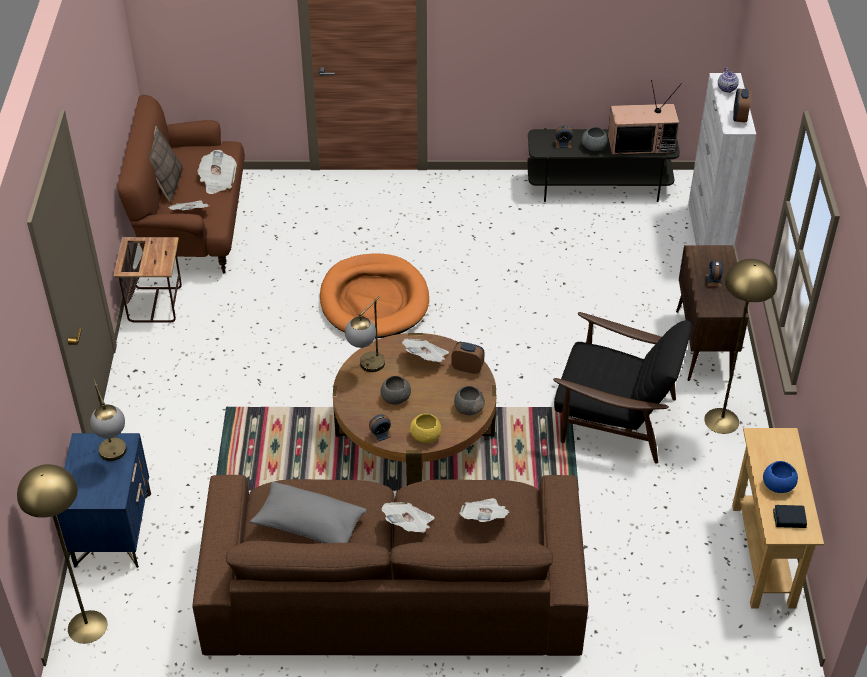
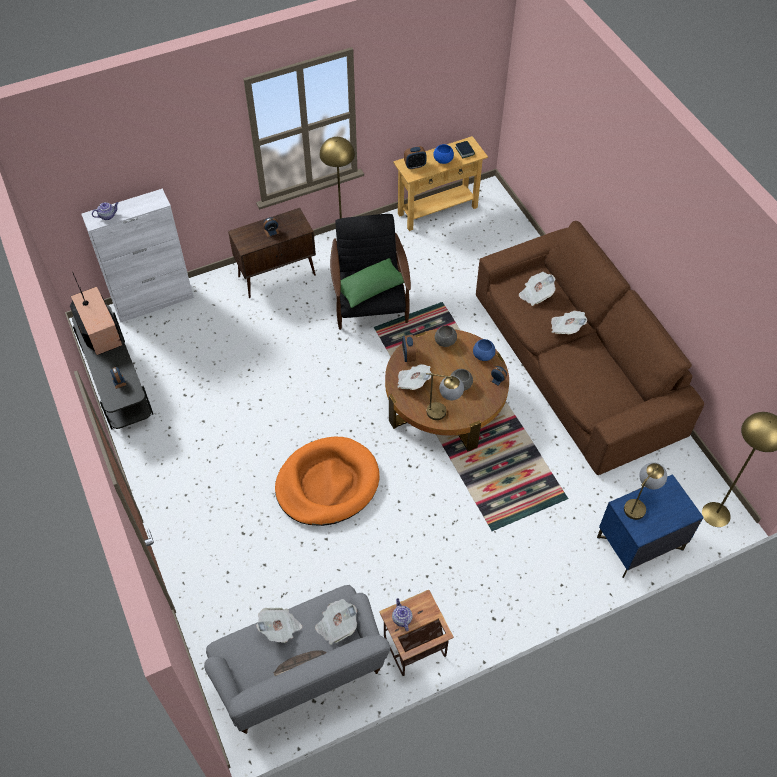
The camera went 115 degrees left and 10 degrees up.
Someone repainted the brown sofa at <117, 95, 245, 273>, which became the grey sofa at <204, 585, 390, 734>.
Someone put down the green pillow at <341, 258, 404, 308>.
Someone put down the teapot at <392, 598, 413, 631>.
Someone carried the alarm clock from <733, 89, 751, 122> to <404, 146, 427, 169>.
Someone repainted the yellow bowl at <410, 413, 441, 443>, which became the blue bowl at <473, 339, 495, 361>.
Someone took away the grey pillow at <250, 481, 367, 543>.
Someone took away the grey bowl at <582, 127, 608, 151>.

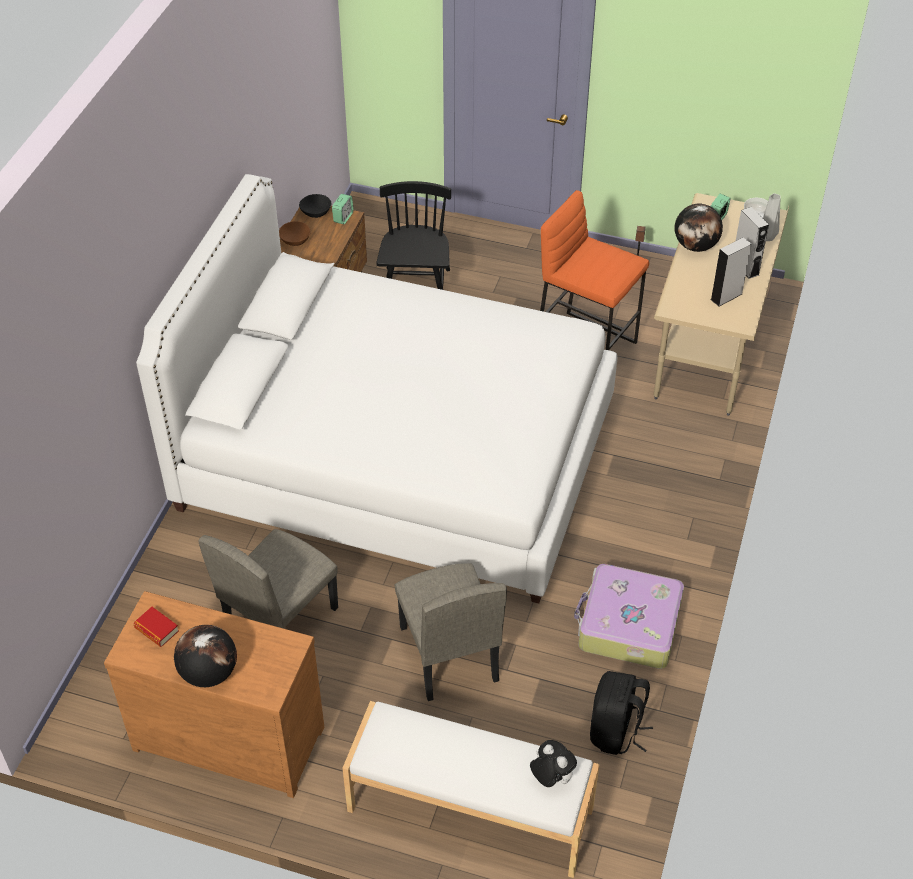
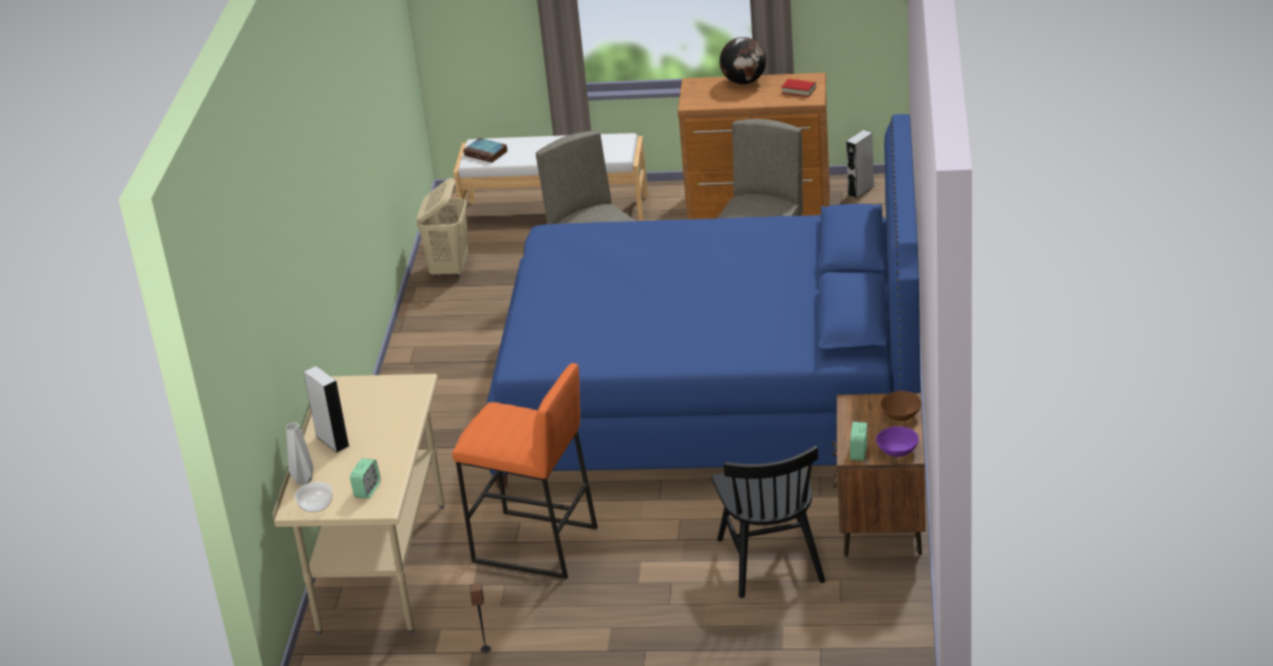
The camera went 170 degrees right and 15 degrees down.
Someone swapped the black backpack at <590, 671, 653, 755> for the beige laundry basket at <416, 178, 468, 278>.
Someone swapped the plush toy at <530, 740, 577, 787> for the book at <463, 138, 508, 163>.
Someone repainted the white bed at <136, 174, 618, 604>, which became the blue bed at <486, 114, 921, 488>.
Someone carried the grey speaker from <711, 237, 752, 307> to <846, 130, 874, 198>.
Someone repainted the black bowl at <299, 194, 331, 218>, which became the purple bowl at <876, 426, 919, 457>.
Someone took away the suitcase at <574, 564, 684, 669>.
Someone took away the globe at <674, 203, 723, 252>.

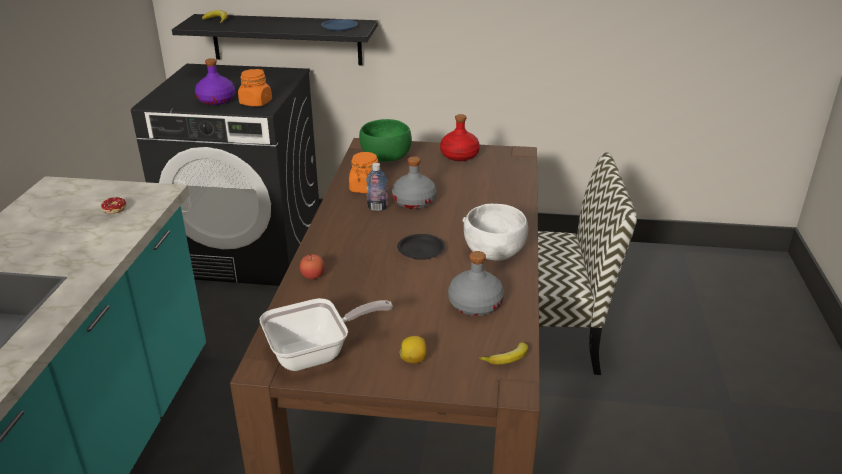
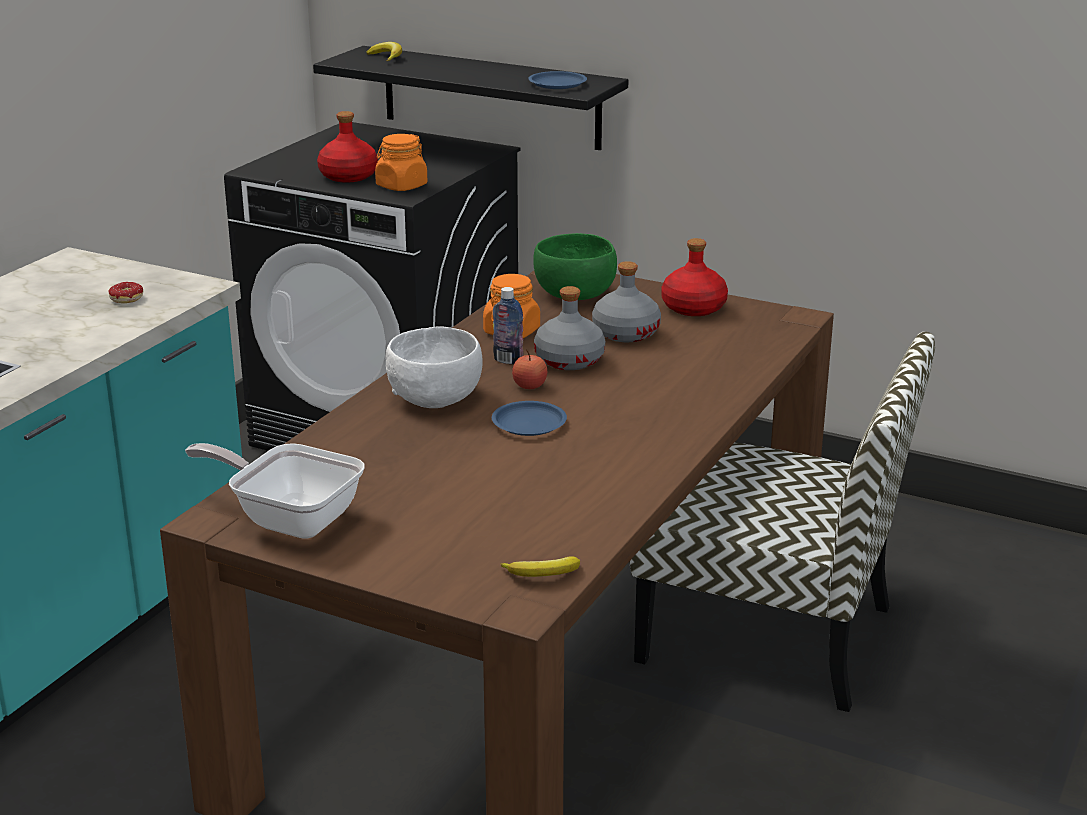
The camera went 20 degrees right and 5 degrees down.
Someone rotated the frying pan at <260, 298, 393, 371> by 150 degrees counterclockwise.
Someone repainted the purple bottle at <195, 58, 235, 105>, which became the red bottle at <317, 111, 378, 183>.
Someone carried the white bowl from <463, 204, 528, 261> to <385, 326, 482, 408>.
Someone repainted the black plate at <397, 234, 445, 260>, which became the blue plate at <492, 401, 567, 436>.
Someone carried the apple from <300, 252, 325, 279> to <512, 349, 547, 389>.
Someone carried the grey bottle from <448, 251, 504, 316> to <592, 261, 661, 342>.
Someone took away the lemon at <400, 336, 427, 363>.

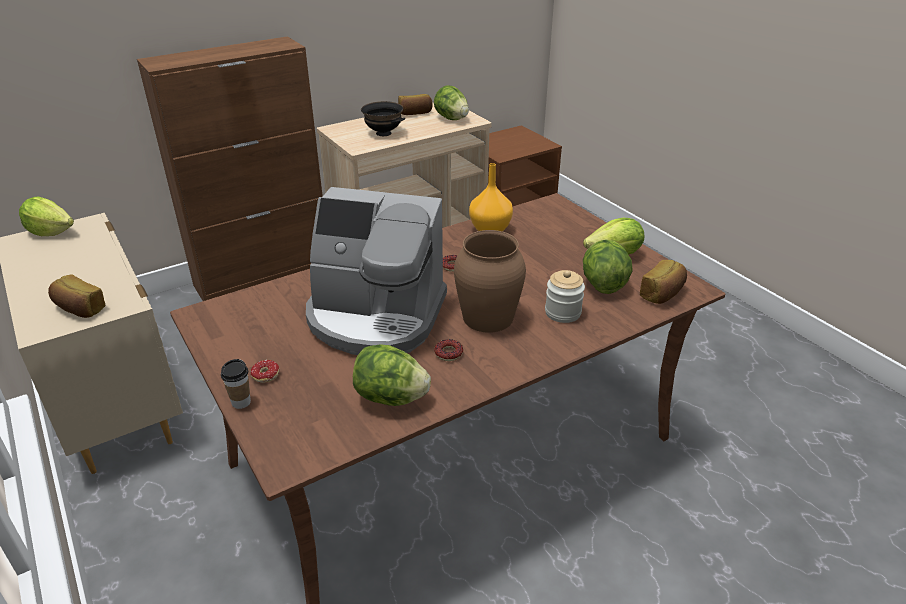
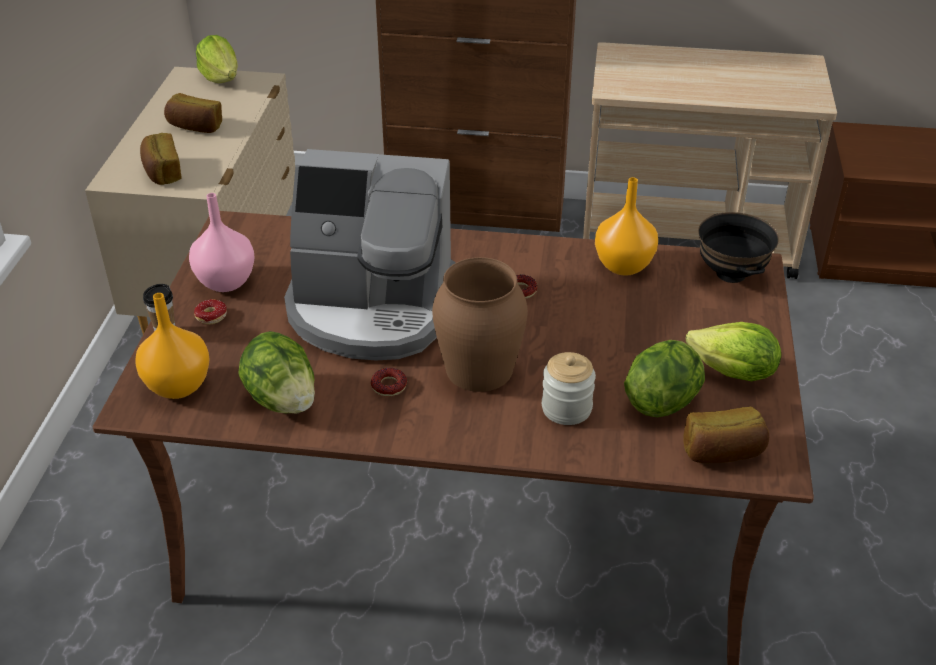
The camera went 40 degrees right and 5 degrees up.
Someone put down the orange vase at <135, 293, 210, 399>.
Someone carried the bread from <398, 94, 433, 115> to <164, 93, 222, 133>.
Someone put down the pink vase at <189, 193, 255, 292>.
Someone rotated the coffee machine at <306, 187, 447, 355> by 45 degrees counterclockwise.
Someone carried the black bowl from <361, 101, 405, 136> to <698, 212, 779, 283>.
Someone took away the lettuce at <434, 85, 469, 120>.

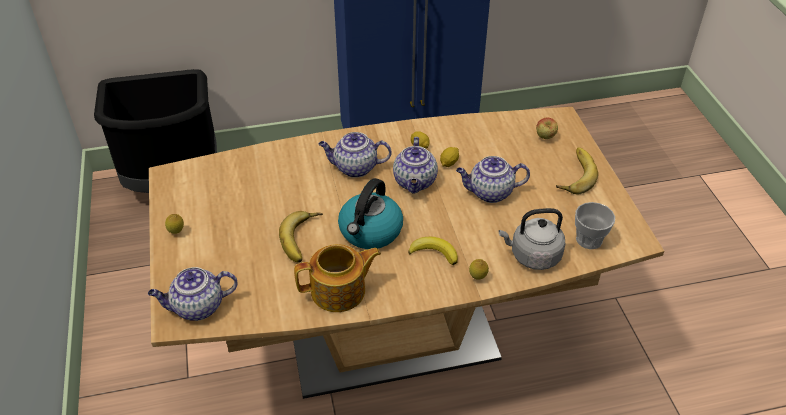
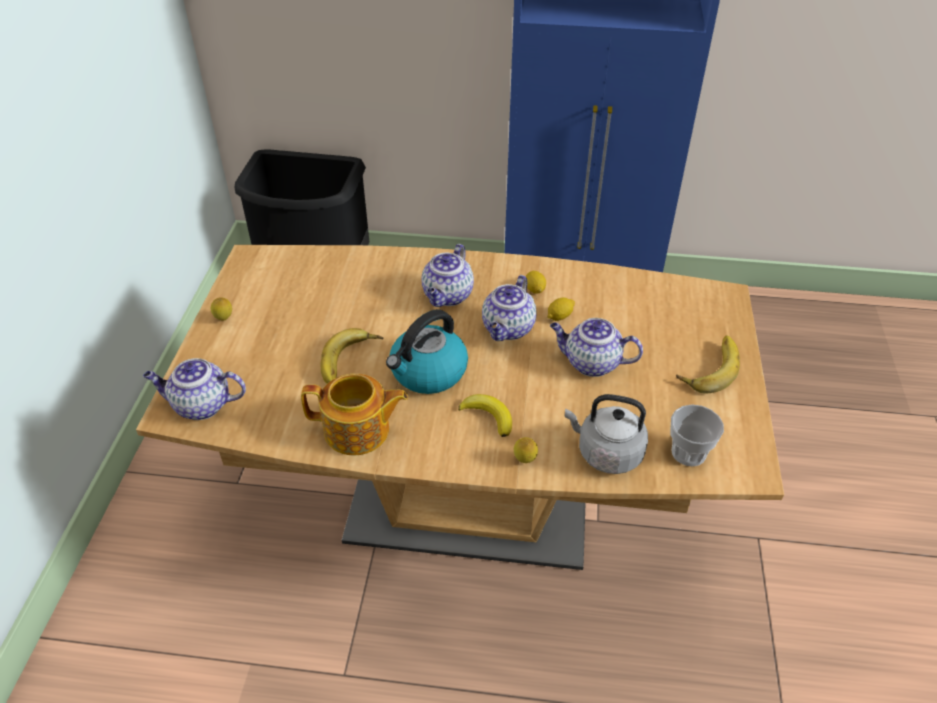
The camera went 20 degrees right and 0 degrees up.
Someone rotated the teapot at <319, 132, 392, 178> by 90 degrees counterclockwise.
Someone took away the apple at <536, 118, 558, 139>.

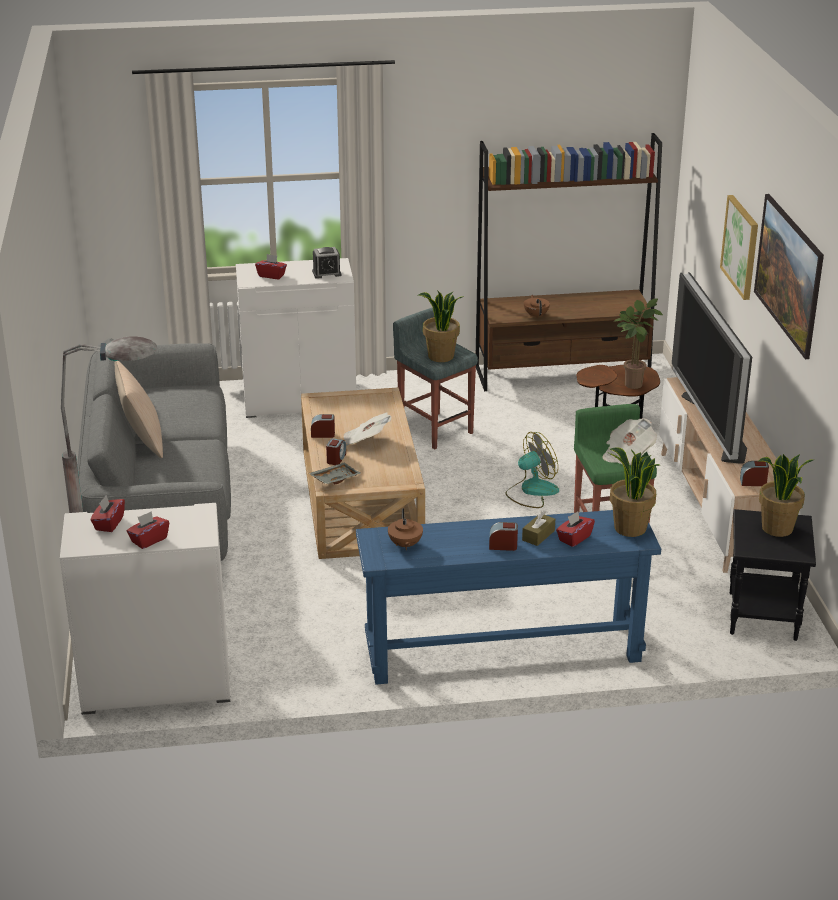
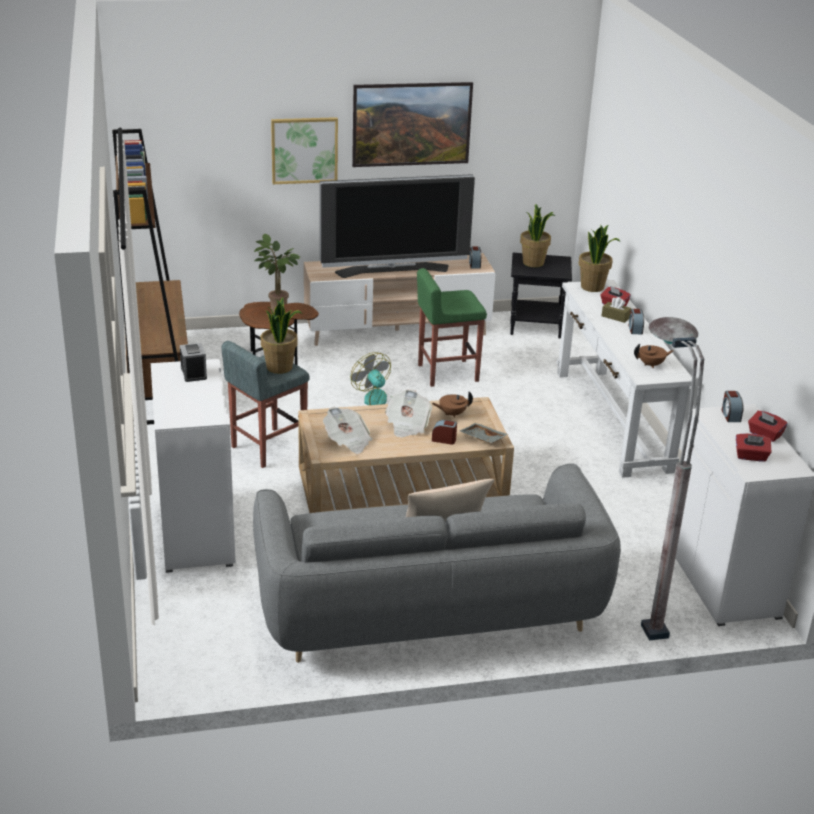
The camera went 95 degrees left and 0 degrees up.
Someone carried the newspaper from <602, 419, 657, 465> to <323, 407, 372, 454>.
Someone carried the brown teapot from <524, 295, 550, 319> to <432, 391, 473, 418>.
Someone repainted the blue console table at <356, 510, 661, 685>, which became the white console table at <557, 280, 692, 478>.
Someone carried the alarm clock from <311, 414, 335, 438> to <722, 391, 744, 422>.
Someone took away the red tissue box at <255, 254, 287, 279>.

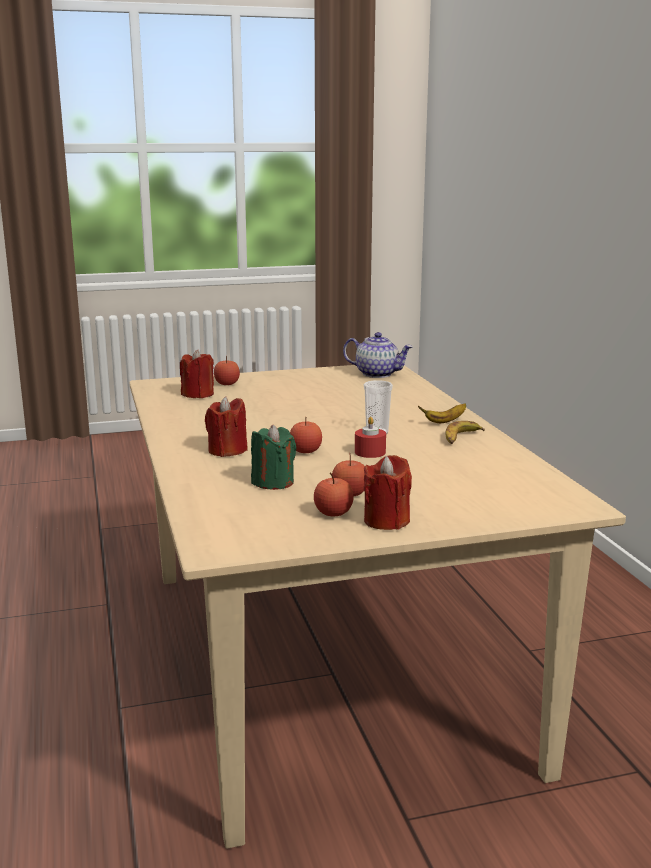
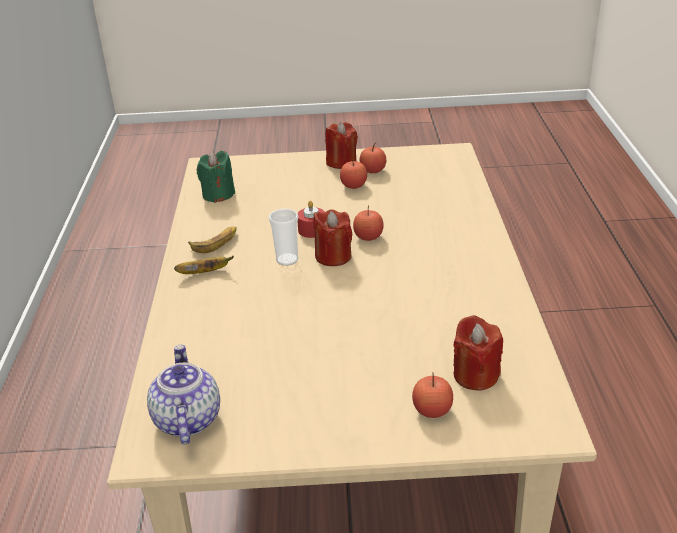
The camera went 165 degrees left and 15 degrees up.
Someone rotated the teapot at <343, 332, 413, 378> by 45 degrees clockwise.
Someone carried the green candle from <251, 425, 296, 490> to <197, 151, 235, 203>.
Someone carried the red candle from <205, 396, 248, 457> to <314, 209, 353, 266>.

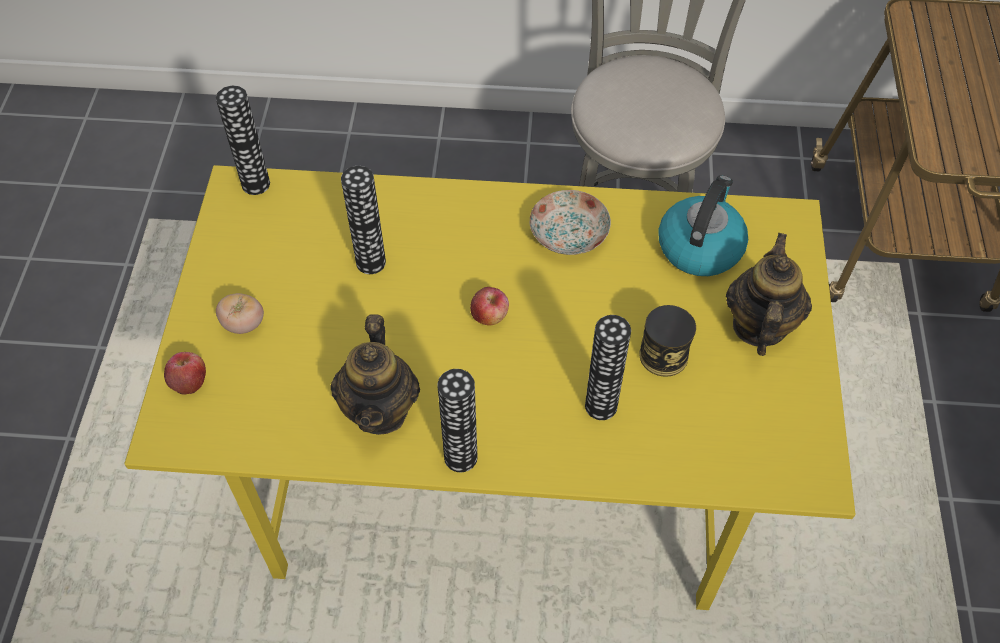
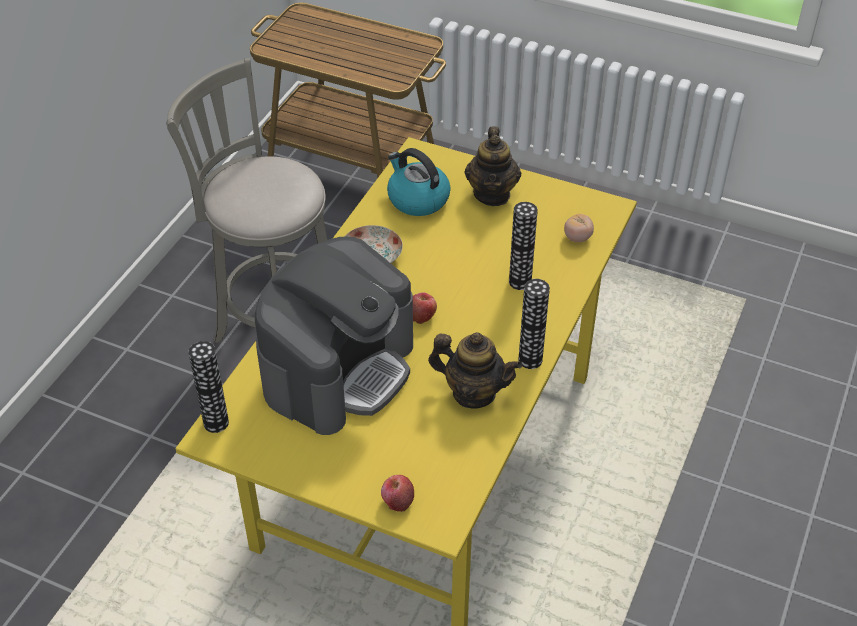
The camera went 70 degrees left and 10 degrees down.
Someone swapped the vase at <341, 166, 386, 274> for the coffee machine at <255, 237, 413, 435>.
Someone rotated the teapot at <726, 233, 812, 356> by 120 degrees counterclockwise.
Someone carried the tomato from <216, 293, 264, 334> to <564, 214, 594, 242>.
Someone took away the can at <639, 305, 696, 377>.

